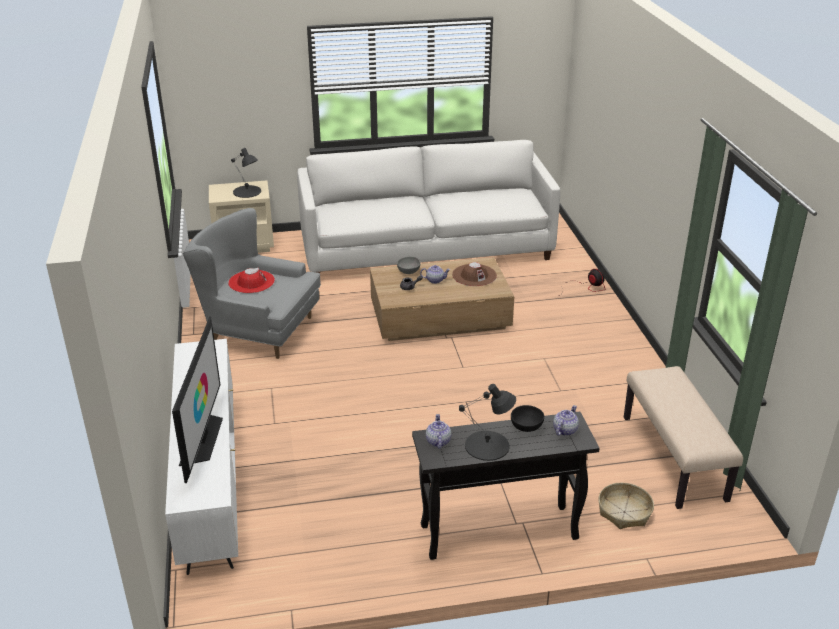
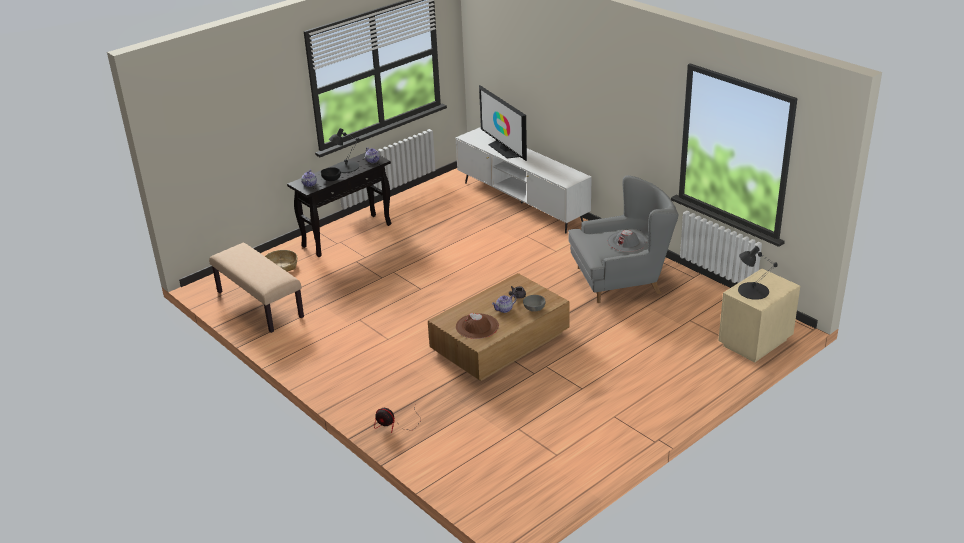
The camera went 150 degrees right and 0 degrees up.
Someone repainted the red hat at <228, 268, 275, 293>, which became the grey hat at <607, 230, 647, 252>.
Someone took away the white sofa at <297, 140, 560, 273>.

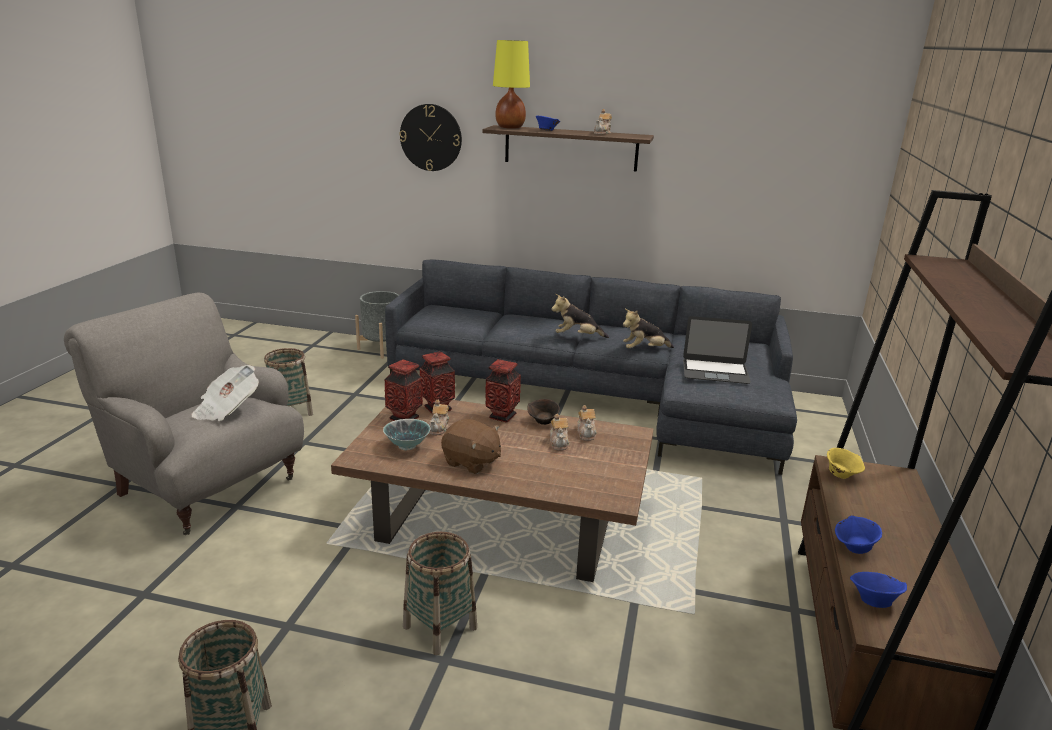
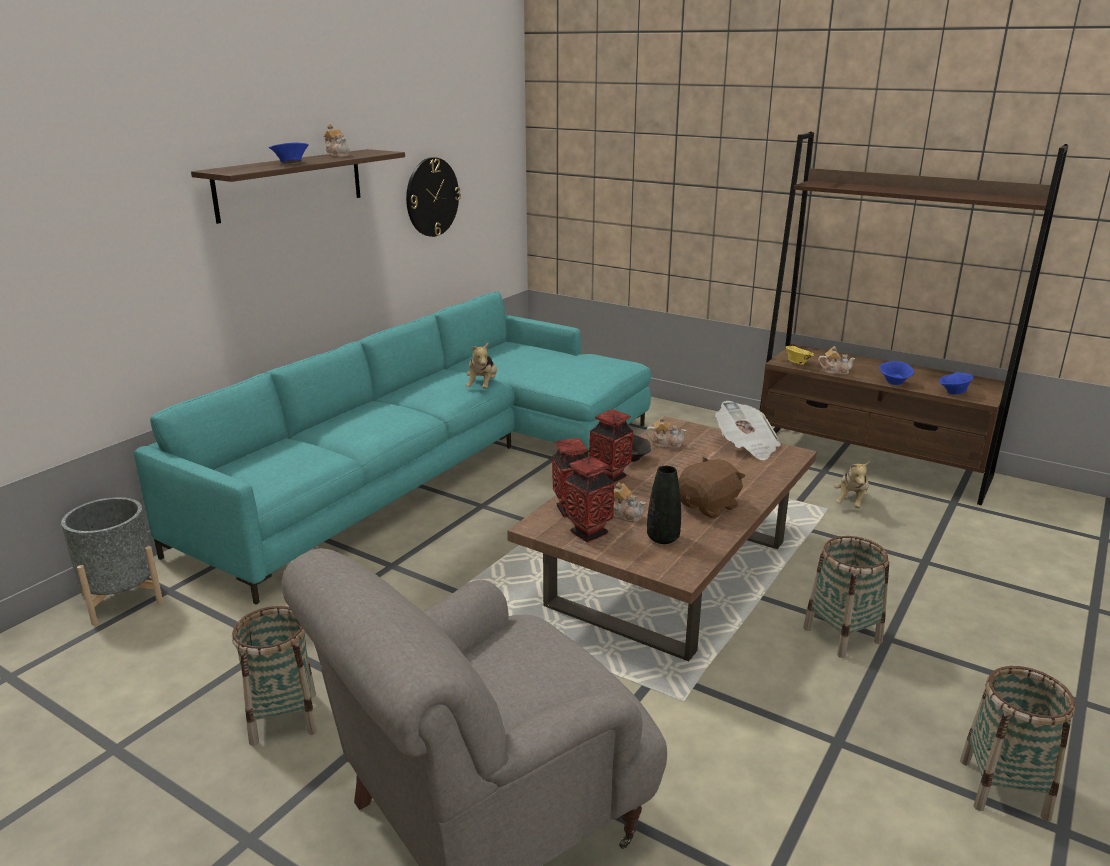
The camera went 70 degrees left and 0 degrees up.
Someone repainted the grey sofa at <385, 260, 797, 475>, which became the turquoise sofa at <134, 291, 651, 605>.
Someone carried the wall clock from <399, 104, 462, 171> to <406, 157, 461, 237>.
Someone swapped the bowl at <383, 419, 430, 450> for the black vase at <647, 466, 681, 544>.
Someone carried the newspaper from <192, 365, 259, 421> to <715, 401, 781, 460>.
Someone carried the teapot from <550, 414, 569, 451> to <818, 346, 856, 375>.
Someone carried the plush toy from <551, 294, 609, 338> to <834, 461, 870, 508>.
Someone took away the yellow table lamp at <493, 40, 530, 129>.
Someone took away the laptop at <683, 316, 752, 384>.

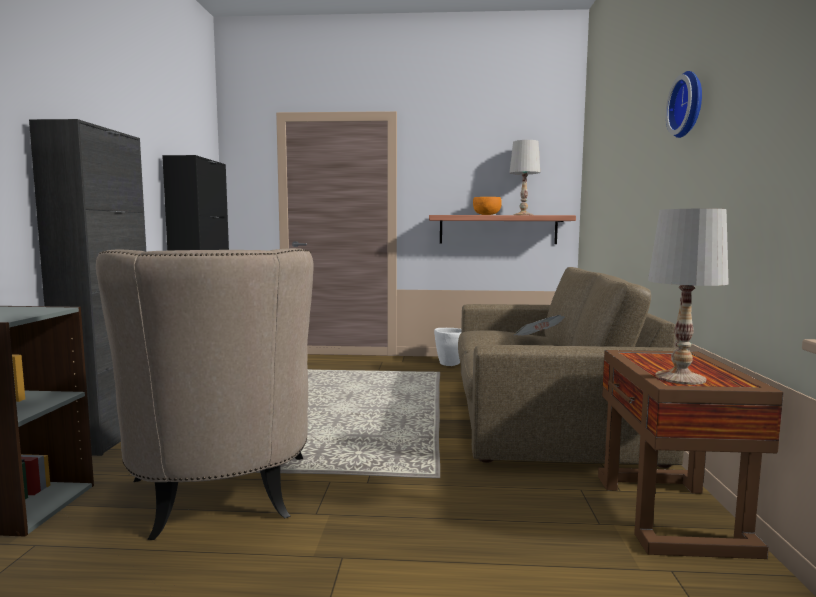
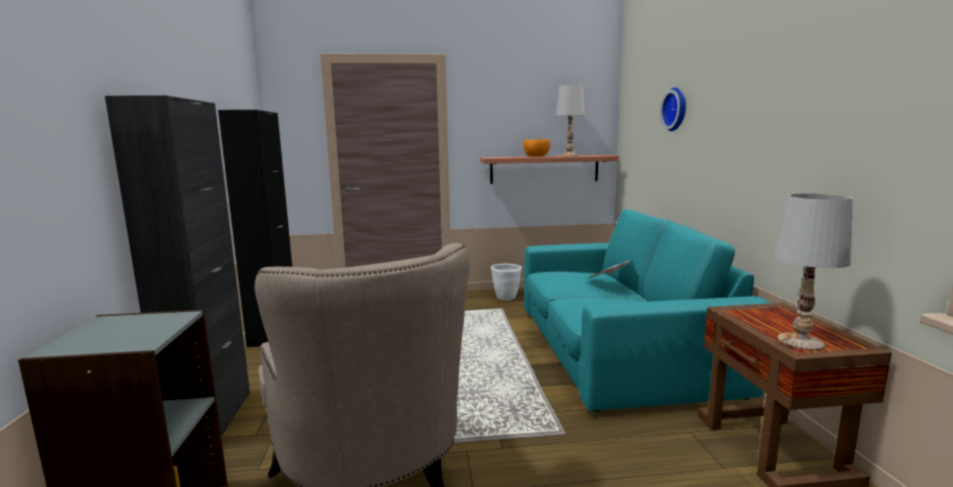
The camera went 10 degrees left and 5 degrees up.
Someone repainted the brown sofa at <458, 267, 684, 468>, which became the turquoise sofa at <524, 209, 770, 412>.
Someone carried the wall clock from <666, 71, 702, 138> to <660, 87, 686, 131>.

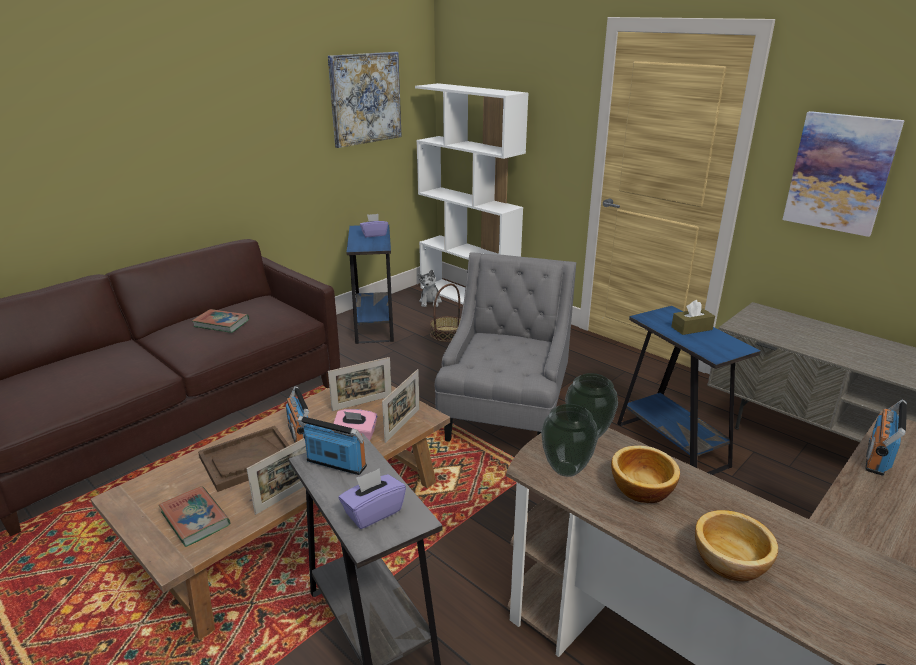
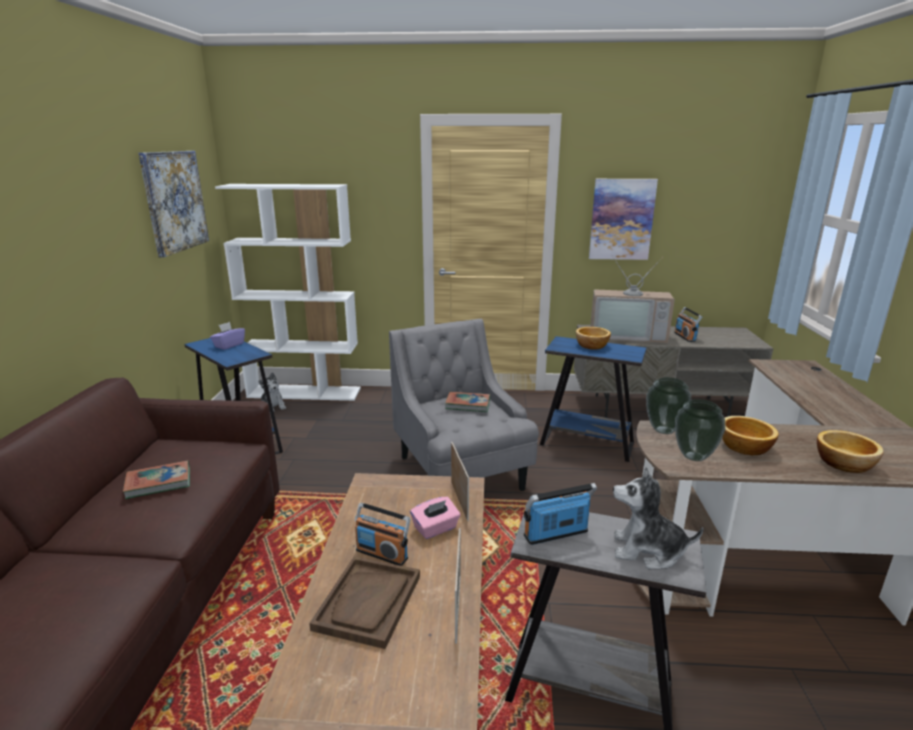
The camera went 40 degrees left and 5 degrees down.
Someone carried the book from <158, 486, 230, 547> to <445, 392, 490, 412>.
Someone swapped the brown tissue box at <671, 300, 715, 335> for the bowl at <576, 327, 611, 350>.
Someone put down the television at <590, 256, 675, 343>.
Someone swapped the purple tissue box at <339, 468, 406, 529> for the plush toy at <613, 467, 704, 570>.
Someone carried the radio from <865, 399, 907, 476> to <674, 307, 702, 342>.
Someone took away the picture frame at <328, 357, 392, 411>.
Someone took away the basket at <430, 284, 461, 342>.

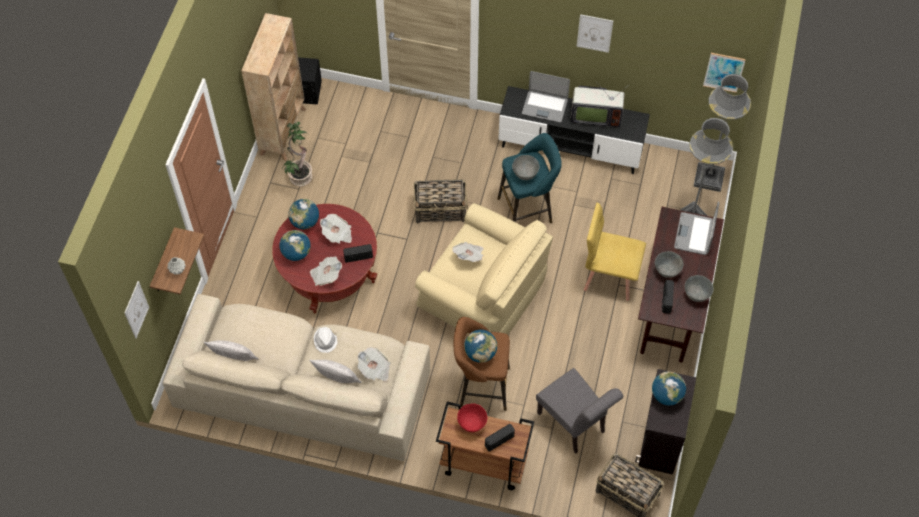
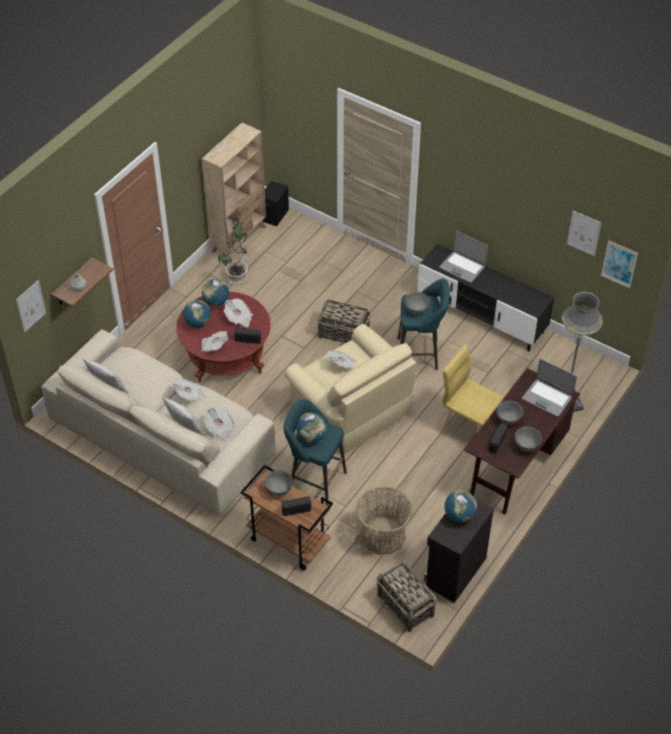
The camera went 20 degrees right and 10 degrees down.
Someone swapped the white hat at <314, 327, 338, 353> for the newspaper at <172, 378, 206, 401>.
Someone repainted the red bowl at <457, 403, 487, 432>, which became the grey bowl at <265, 470, 293, 496>.
Someone repainted the brown stool at <454, 317, 510, 411>, which became the turquoise stool at <284, 399, 347, 506>.
Someone swapped the grey chair at <536, 368, 623, 453> for the basket at <357, 486, 413, 554>.
Someone rotated the laptop at <674, 201, 719, 255> by 90 degrees counterclockwise.
Someone carried the picture from <576, 14, 613, 53> to <567, 211, 601, 256>.
Someone took away the television at <571, 82, 625, 128>.
Someone took away the grey floor lamp at <693, 74, 751, 192>.

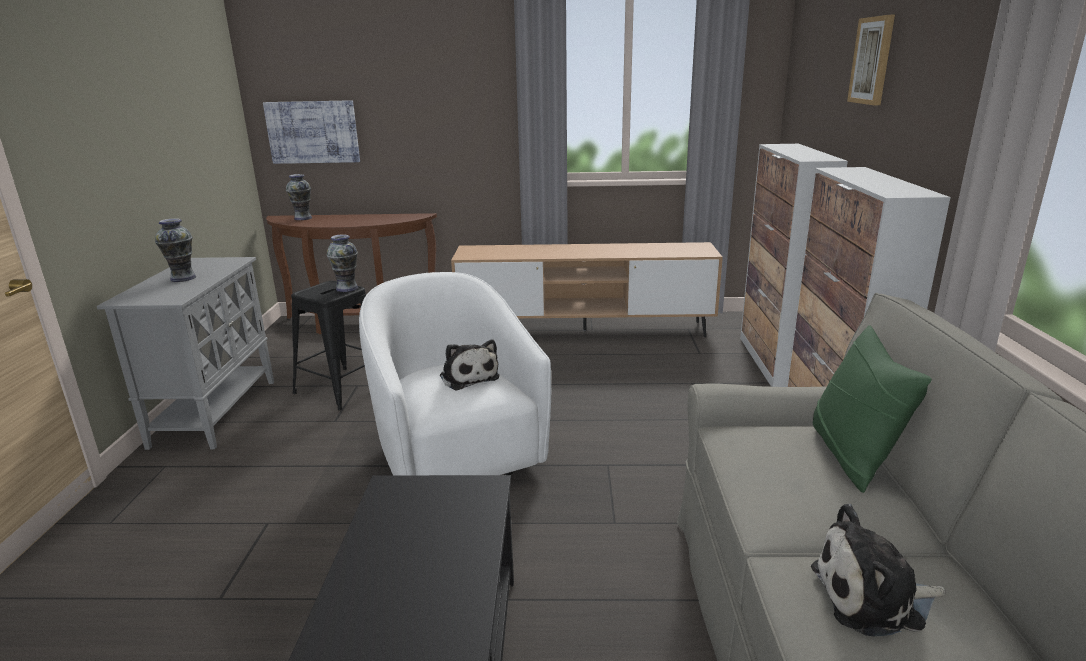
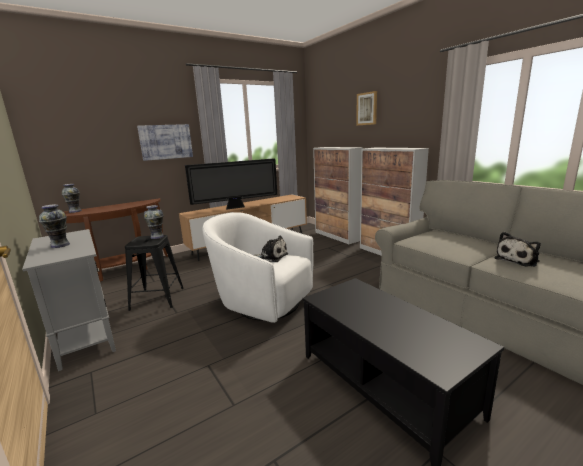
The camera went 35 degrees left and 5 degrees down.
Someone carried the picture from <263, 100, 360, 164> to <137, 124, 193, 161>.
Someone put down the television at <185, 159, 277, 210>.
Someone took away the green pillow at <813, 325, 932, 493>.

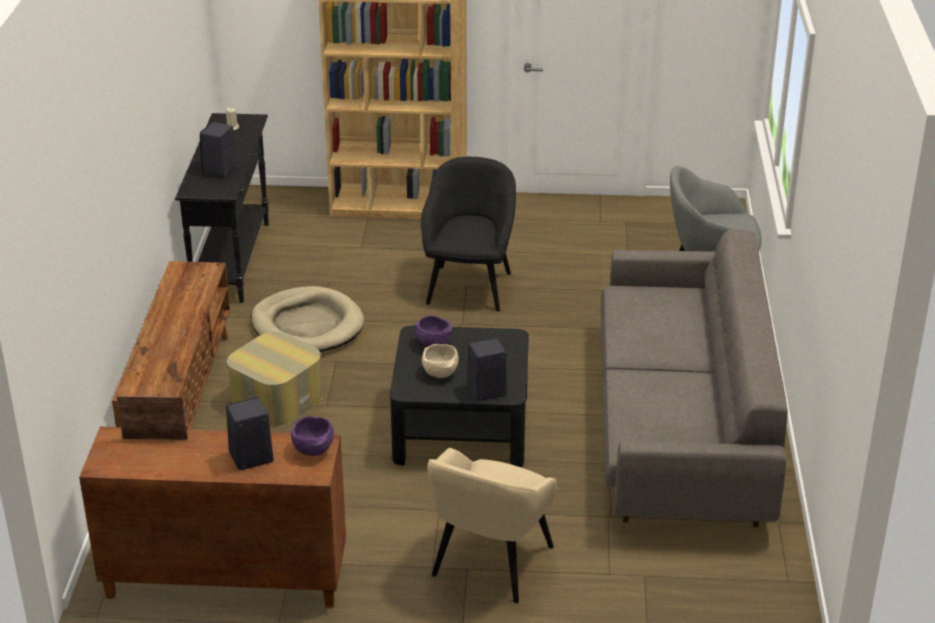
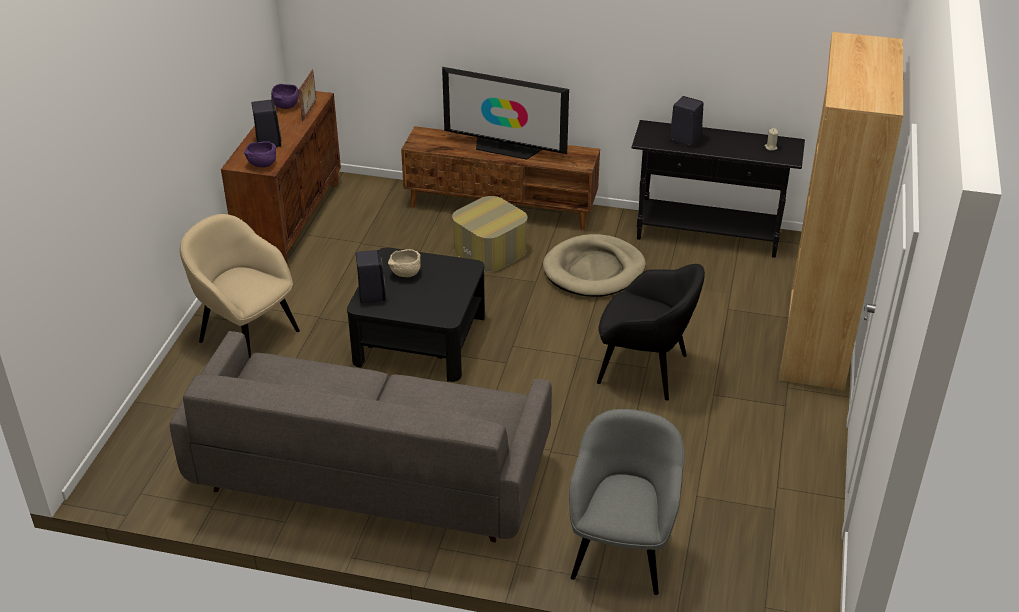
The camera went 100 degrees right and 5 degrees up.
Someone carried the purple bowl from <415, 315, 453, 347> to <271, 84, 299, 109>.
Someone put down the television at <442, 67, 569, 160>.

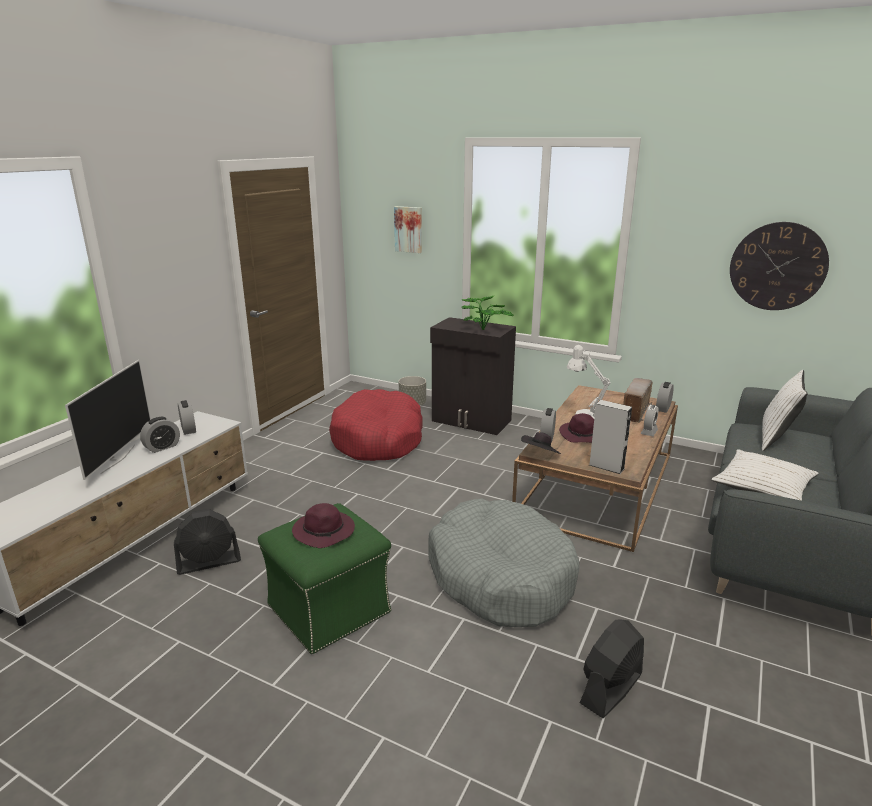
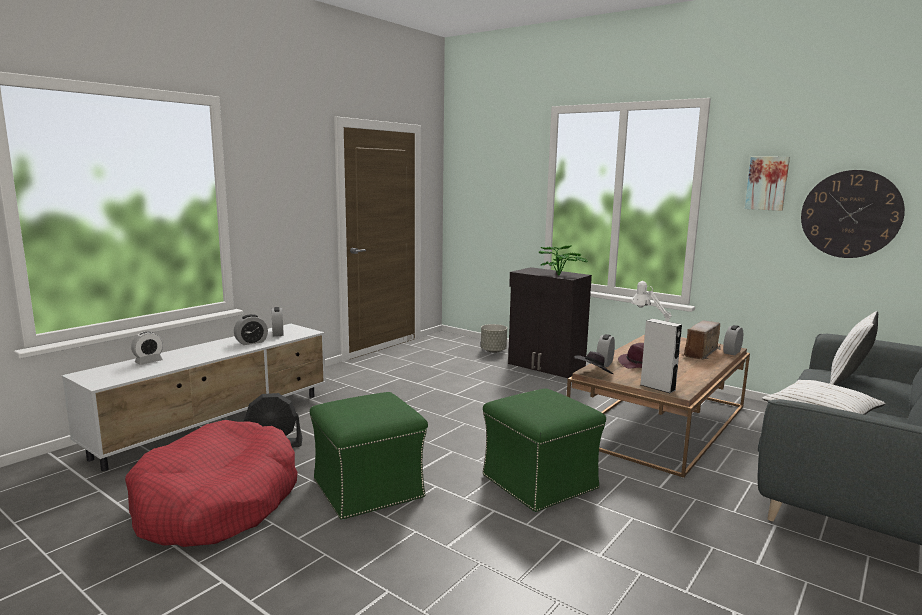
The camera went 10 degrees right and 10 degrees down.
Someone carried the red dog bed from <329, 389, 423, 461> to <125, 420, 297, 547>.
Someone carried the alarm clock from <640, 405, 658, 436> to <131, 332, 163, 365>.
Someone swapped the grey dog bed at <428, 498, 580, 627> for the green ottoman at <482, 388, 606, 512>.
Someone carried the picture from <394, 206, 422, 253> to <745, 157, 790, 211>.
Someone took away the television at <65, 360, 151, 480>.
Someone took away the purple hat at <292, 503, 355, 548>.
Someone took away the black fan at <580, 620, 644, 718>.

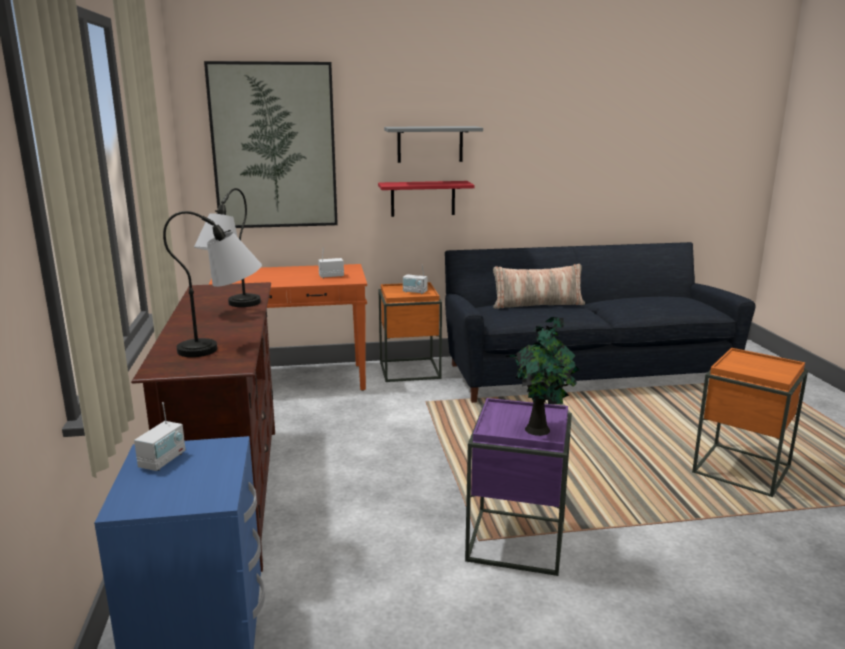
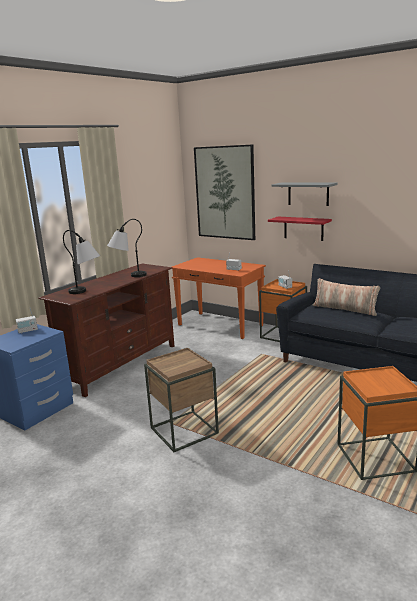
The camera went 45 degrees right and 0 degrees up.
Someone repainted the purple side table at <465, 398, 572, 576>, which became the brown side table at <144, 348, 219, 452>.
Someone took away the potted plant at <506, 317, 580, 436>.

